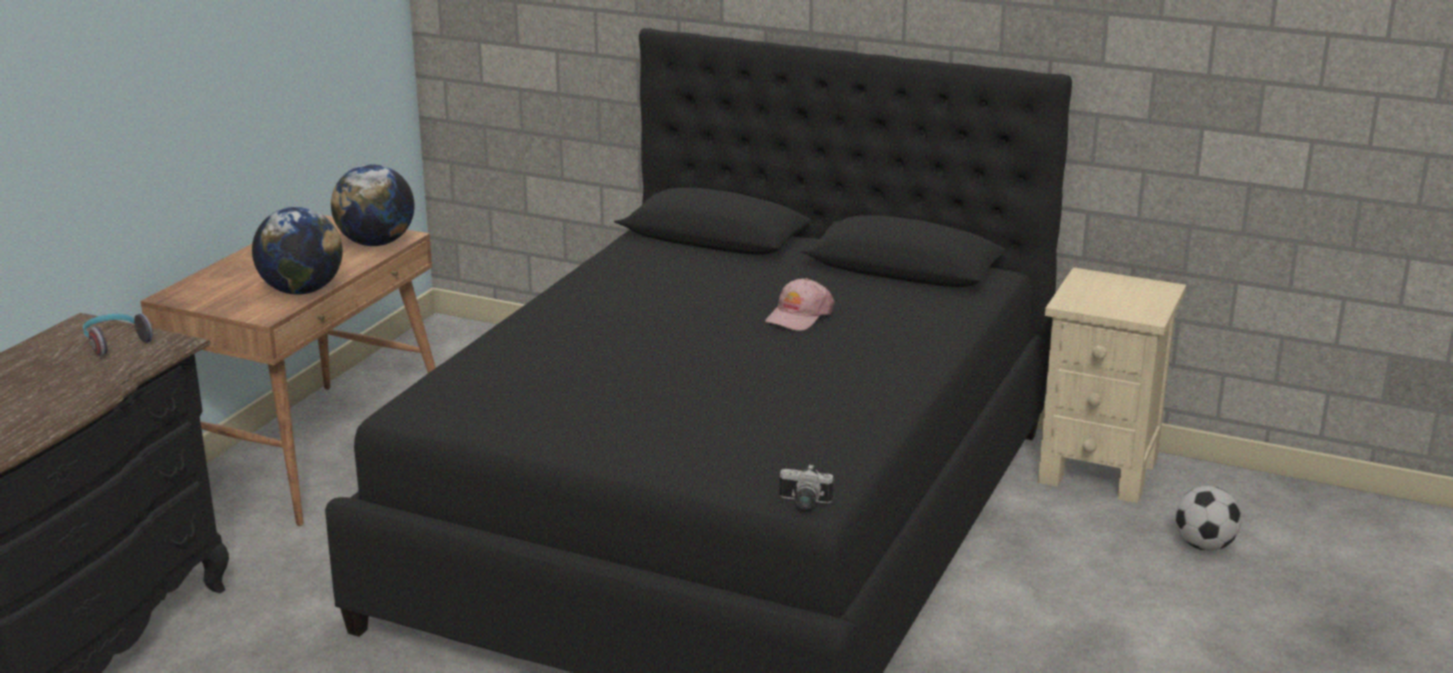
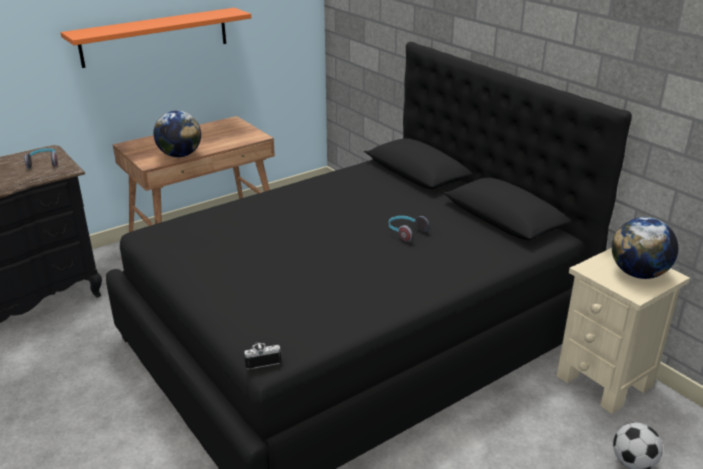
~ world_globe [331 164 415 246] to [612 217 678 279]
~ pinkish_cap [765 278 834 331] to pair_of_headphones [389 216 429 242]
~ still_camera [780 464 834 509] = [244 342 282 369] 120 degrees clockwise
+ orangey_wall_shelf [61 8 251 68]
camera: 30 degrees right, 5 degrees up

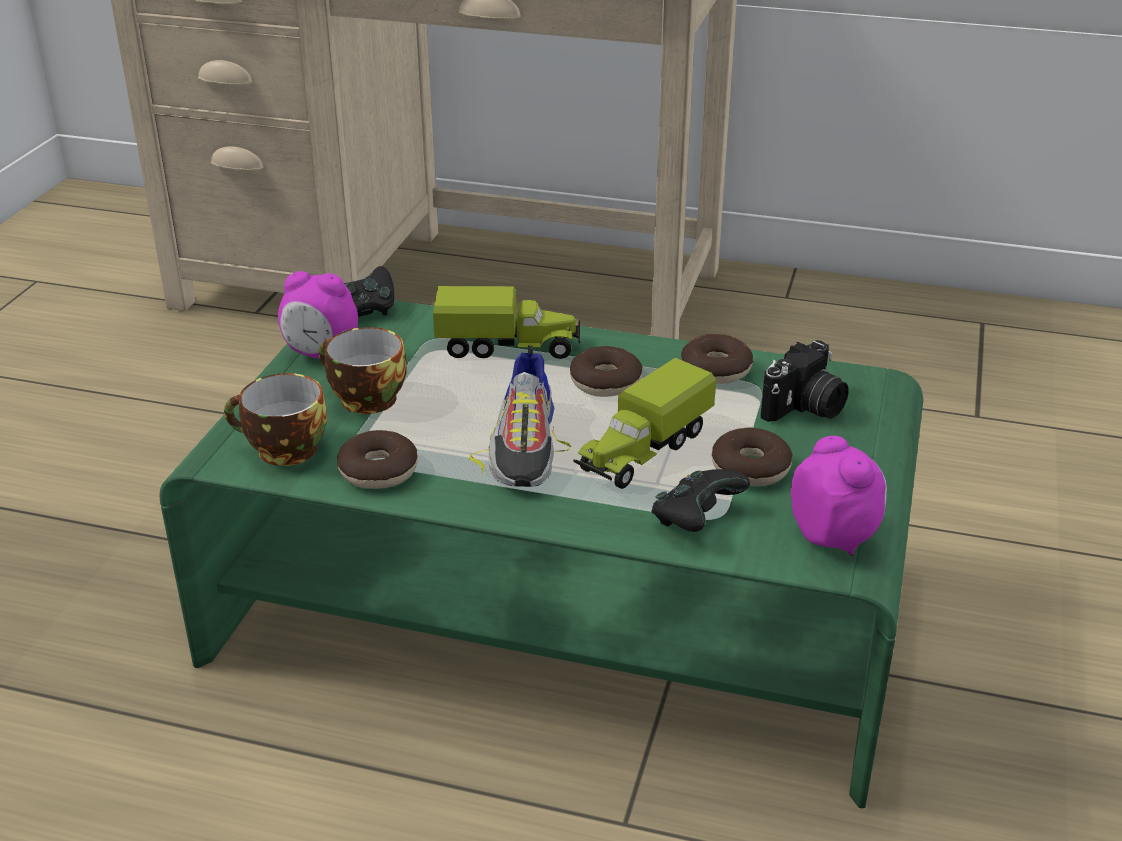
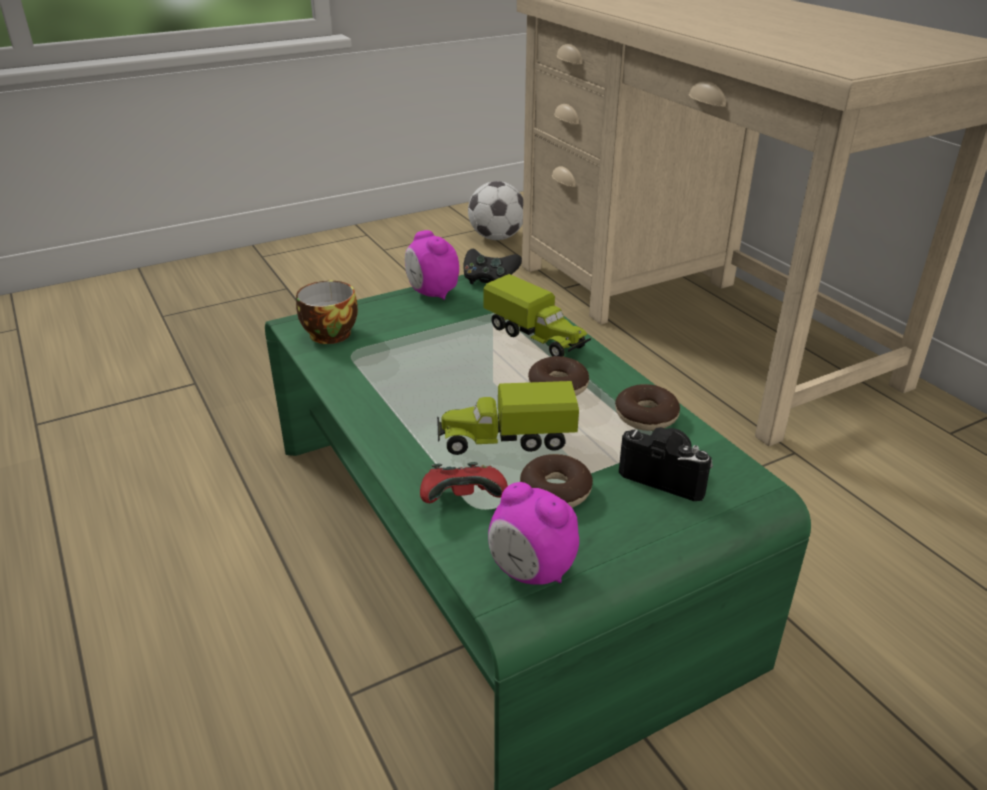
- cup [319 327 407 414]
~ still_camera [761 340 849 422] = [619 427 713 501] 150 degrees counterclockwise
- shoe [469 345 571 487]
- doughnut [337 430 418 489]
~ table_clock [791 436 887 556] = [488 482 579 585] 105 degrees clockwise
~ black-coloured_game_controller [652 469 750 532] to reddish_game_controller [420 462 508 503]
+ football_ball [468 181 523 240]
camera: 45 degrees right, 0 degrees up

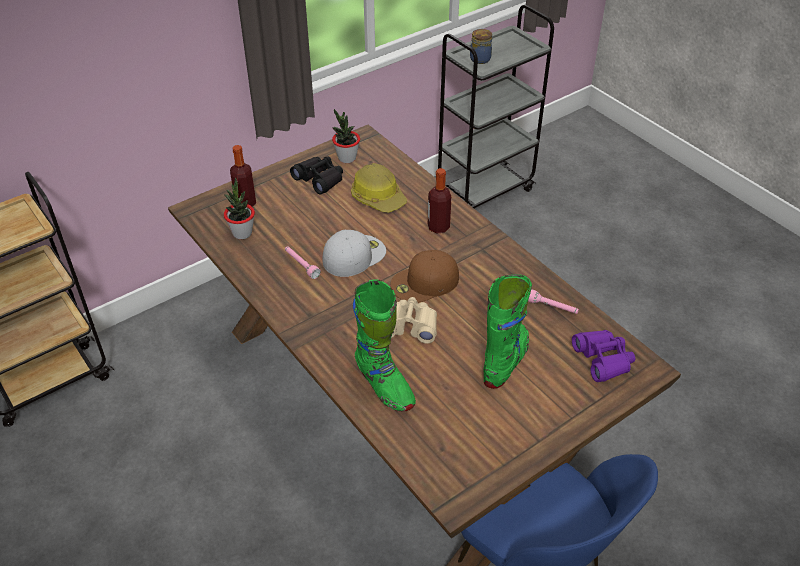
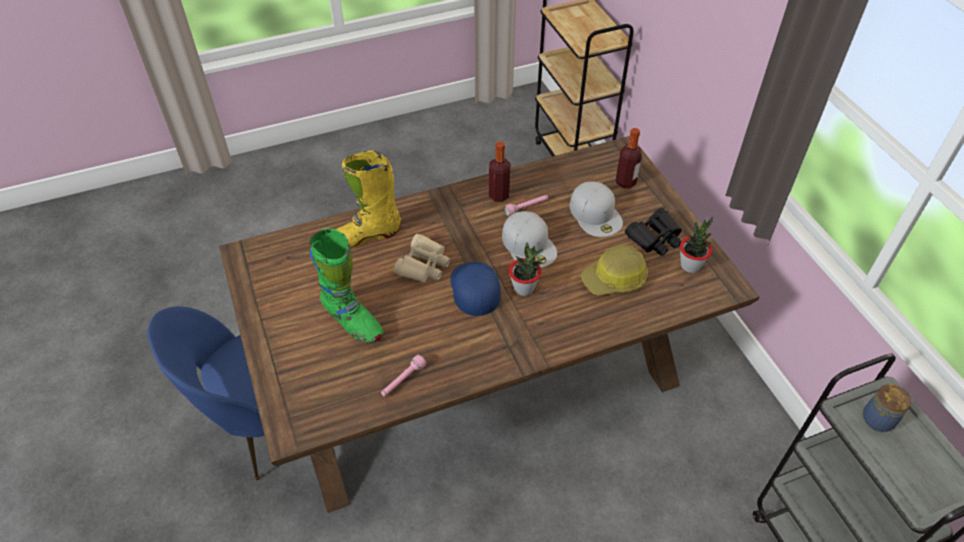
~ drink_bottle [428 168 452 234] to [489 141 510 202]
~ plant_in_a_pot [224 178 255 239] to [509 243 543 296]
~ brown_cap [391 250 459 302] to blue_cap [450 262 501 316]
~ green-coloured_tall_boot [353 280 416 411] to yellowish_tall_boot [336 151 401 248]
- purple-coloured_binoculars [572 330 635 382]
+ whitish_cap [570 182 623 237]
camera: 105 degrees right, 5 degrees up

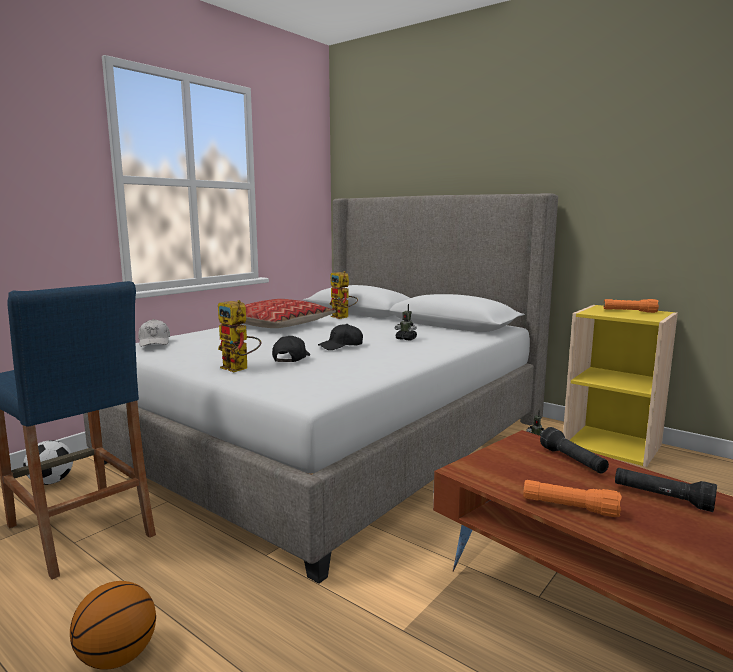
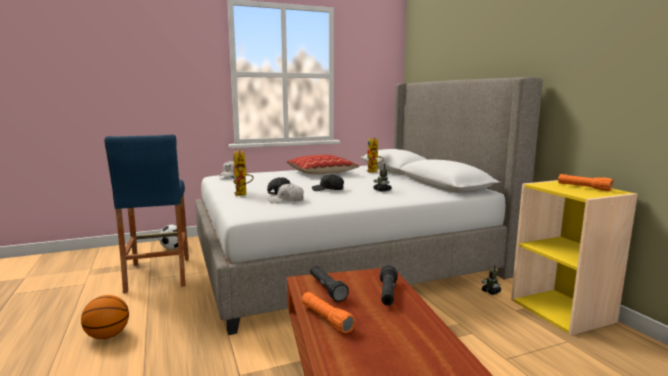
~ black-coloured_hand_torch [615 468 717 512] to [310 265 349 302]
+ whitish_cap [268 183 304 203]
camera: 30 degrees right, 0 degrees up

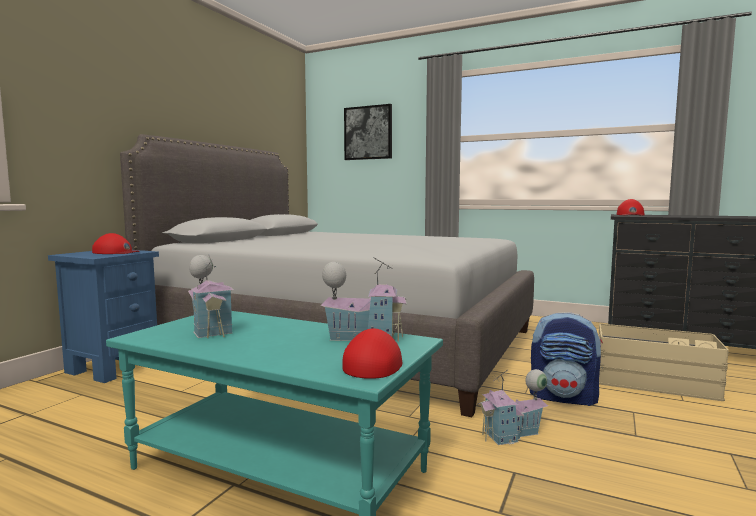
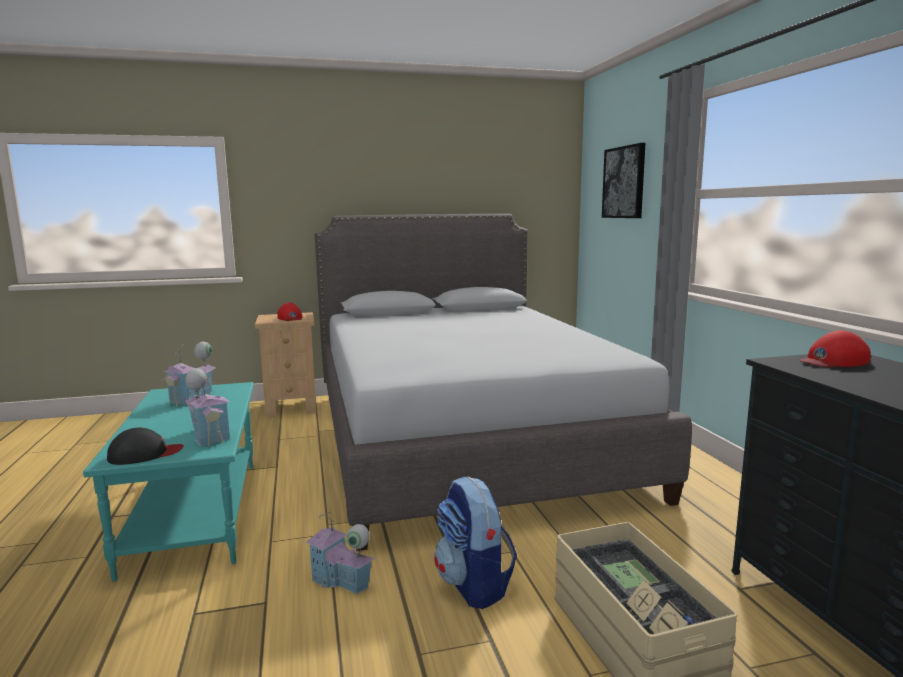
~ blue_night_table [48 250 159 383] to beige-coloured_night_table [255 312 316 418]
~ reddish_cap [342 328 402 379] to black-coloured_cap [107 428 184 465]
camera: 50 degrees right, 5 degrees up

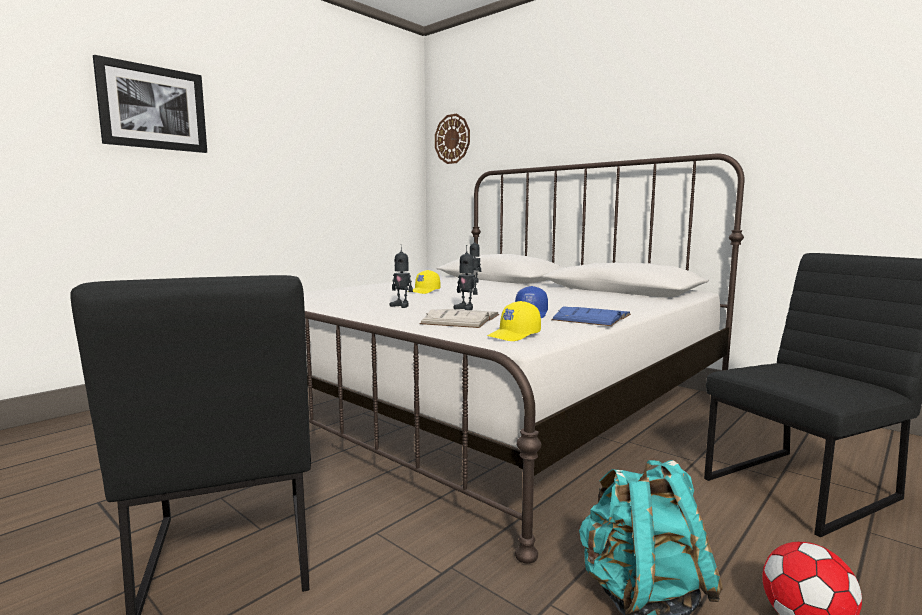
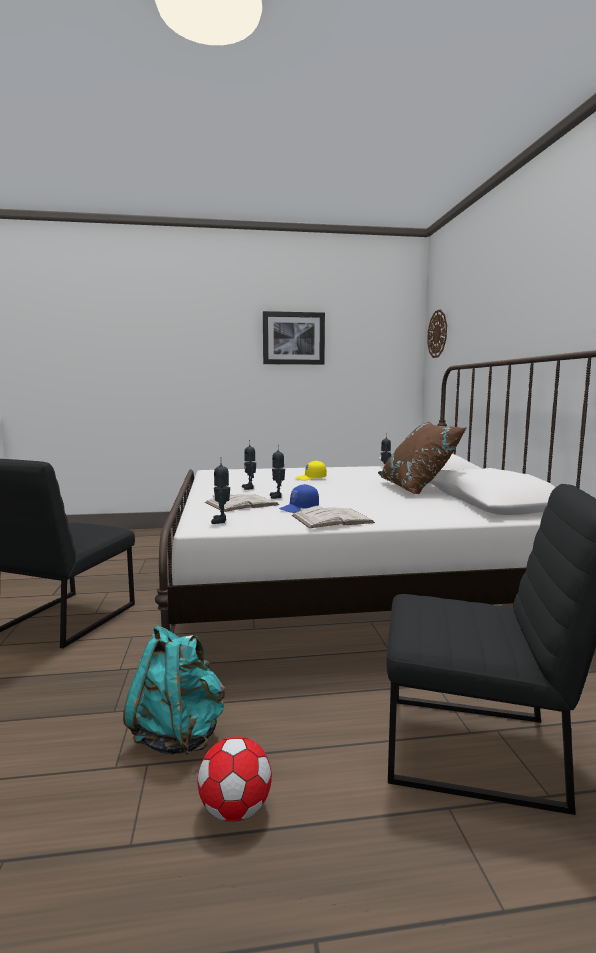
~ wall_picture [93 55 207 153] to [263 311 325 365]
~ yellowish_cap [487 301 541 341] to model_robot [211 457 230 524]
~ blue_bound_book [551 307 631 326] to whitish_bound_book [292 506 375 528]
+ brown_throw_pillow [381 422 466 494]
camera: 40 degrees right, 0 degrees up

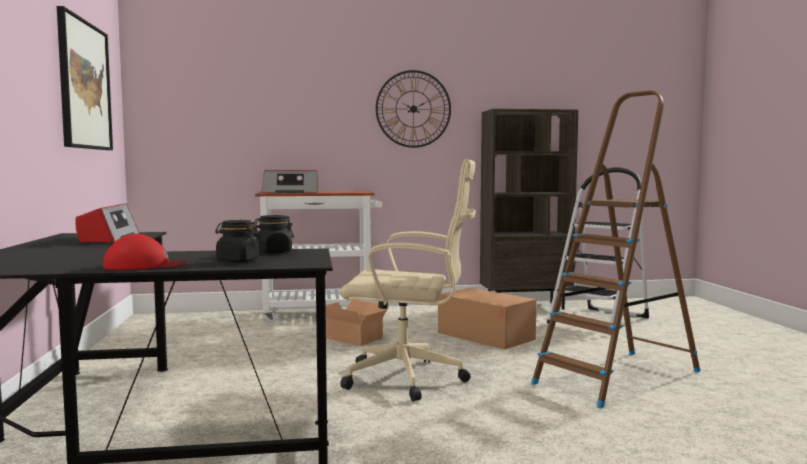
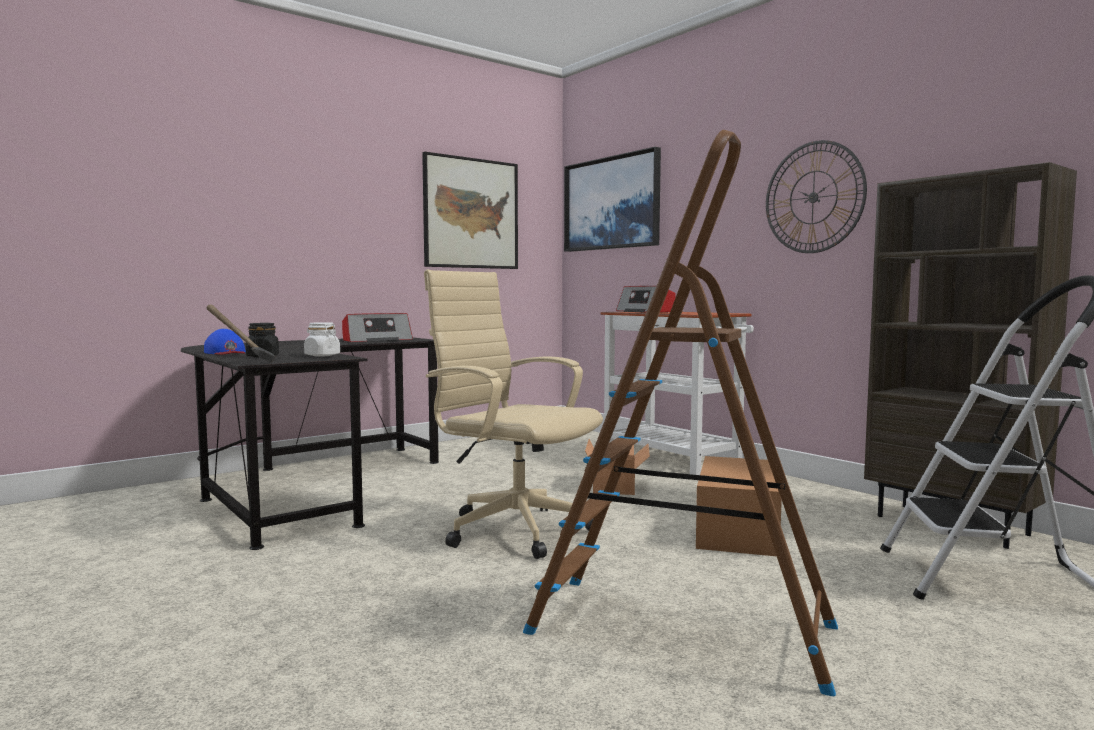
~ beige-coloured_office_chair [340 159 476 401] = [424 270 603 559] 150 degrees clockwise
~ black-coloured_storage_jar [254 215 294 254] to whitish_storage_jar [304 322 340 357]
~ reddish_cap [103 234 187 270] to blue_cap [204 329 246 355]
+ wall_picture [564 147 661 252]
+ tool_hammer [207 304 276 363]
camera: 60 degrees right, 0 degrees up

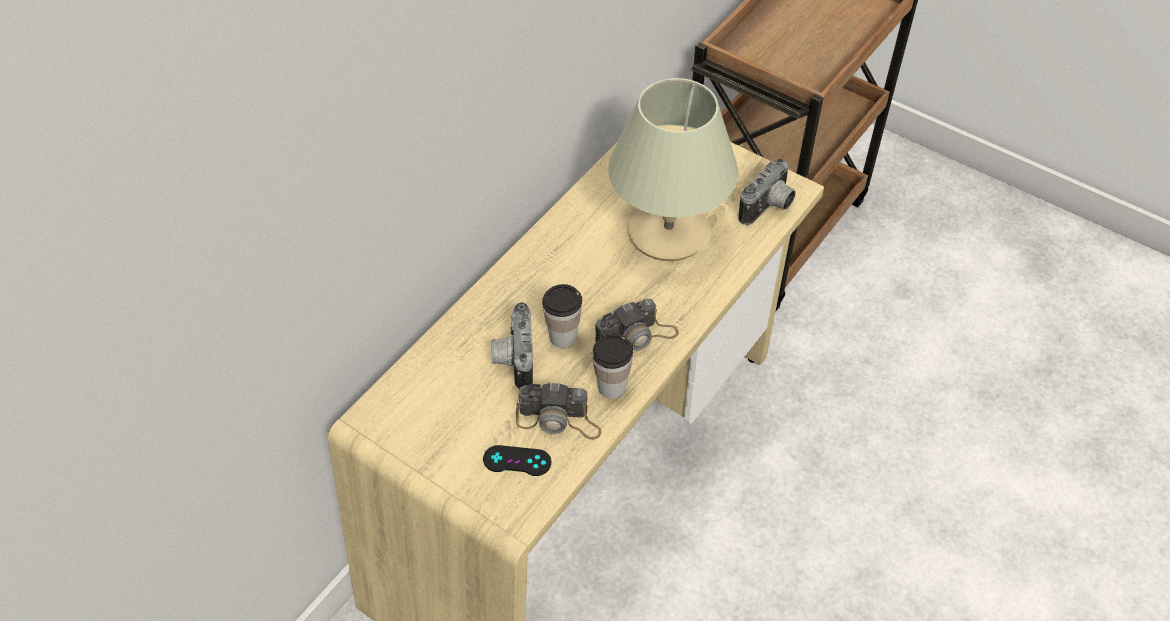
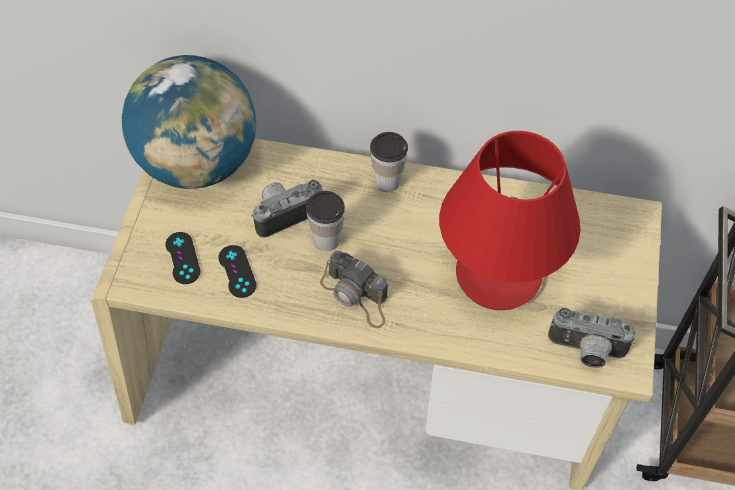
~ beige-coloured_lamp_for_a_table [608 78 738 261] to reddish_lamp_for_a_table [439 131 581 310]
~ cup [593 334 633 399] to [370 132 408 192]
~ still_camera [516 382 602 440] to black-coloured_game_controller [218 245 256 298]
+ world_globe [122 55 256 189]
camera: 65 degrees right, 5 degrees up

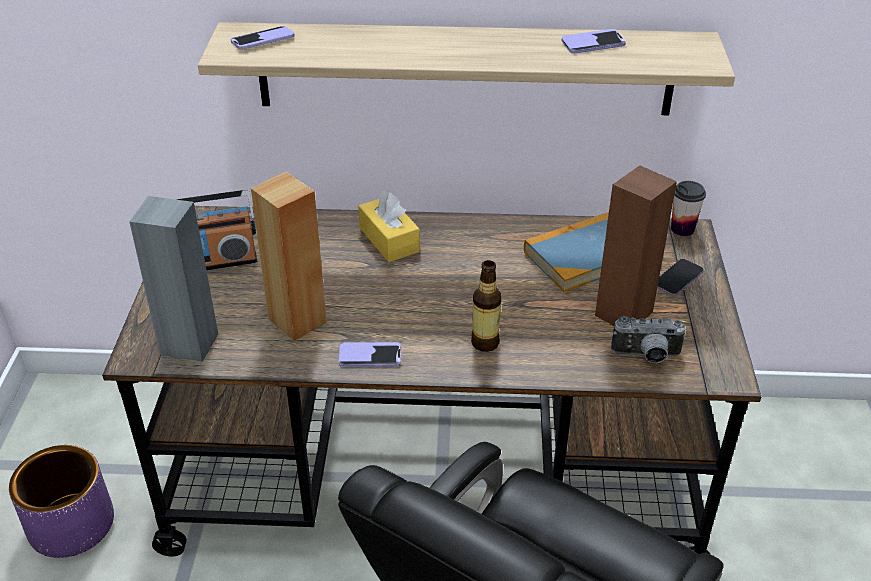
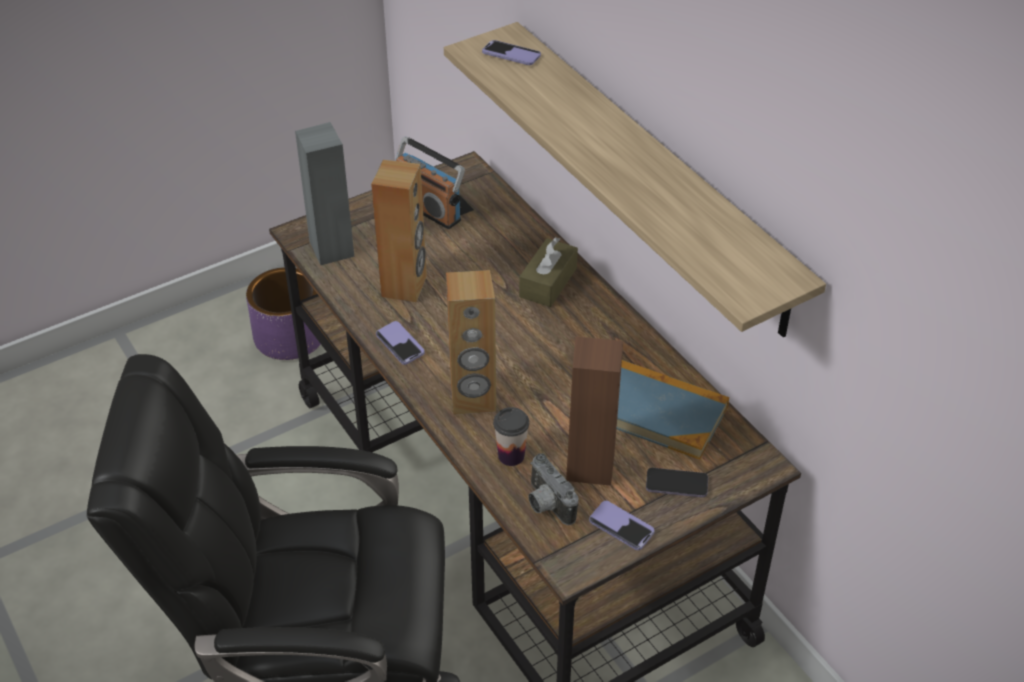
~ telephone [562 29 626 53] to [589 501 655 550]
~ cup [671 181 706 236] to [493 407 529 466]
~ yellowish_box_of_tissues [358 191 420 262] to brown_box_of_tissues [519 237 578 307]
~ drink_bottle [471 260 502 352] to brown_audio_speaker [446 270 496 415]
camera: 55 degrees right, 5 degrees up

